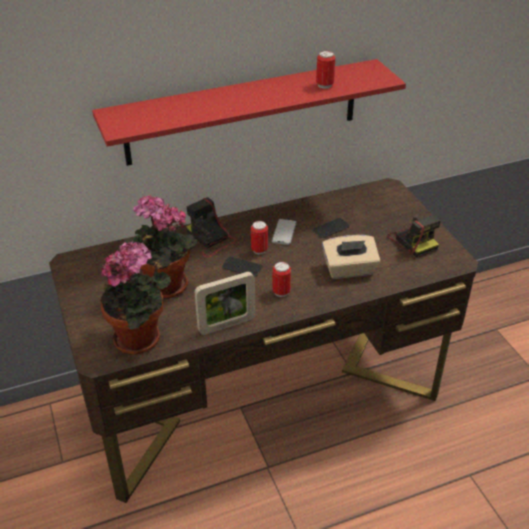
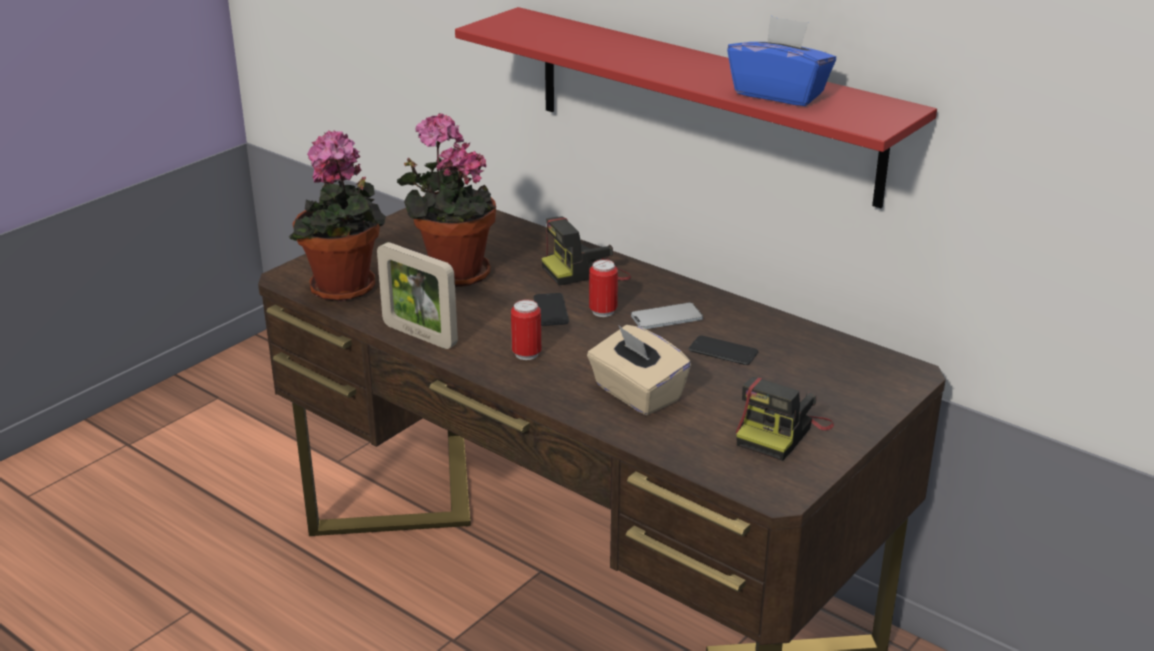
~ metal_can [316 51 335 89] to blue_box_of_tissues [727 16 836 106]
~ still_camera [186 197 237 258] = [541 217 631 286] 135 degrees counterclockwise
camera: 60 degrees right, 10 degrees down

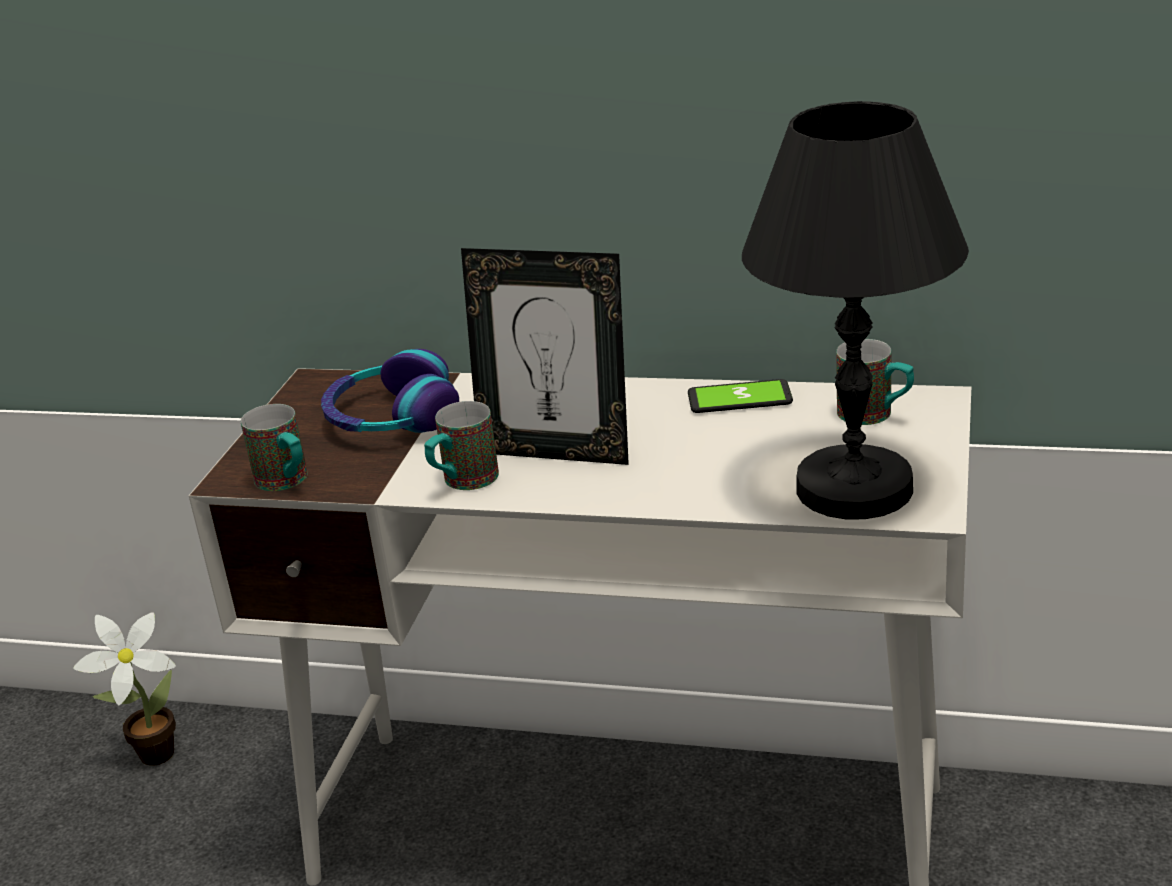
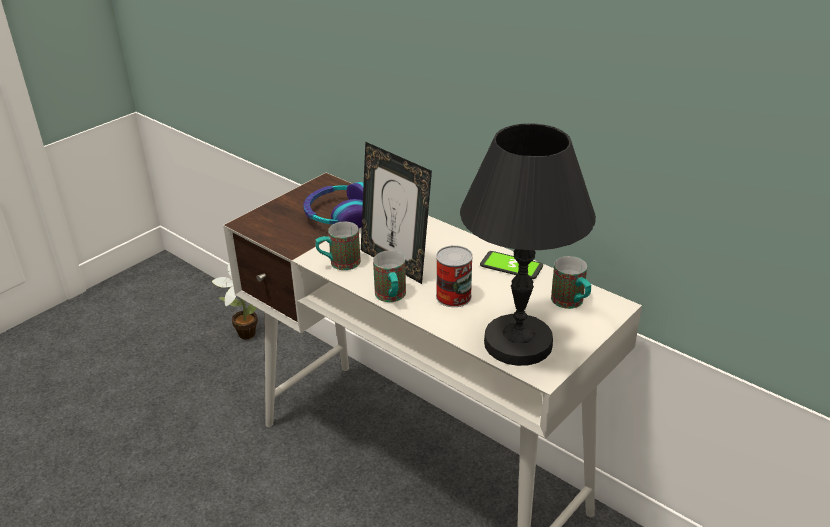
~ tea_mug [241 404 308 491] to [373 251 406 302]
+ metal_can [436 245 473 307]
camera: 25 degrees right, 5 degrees up

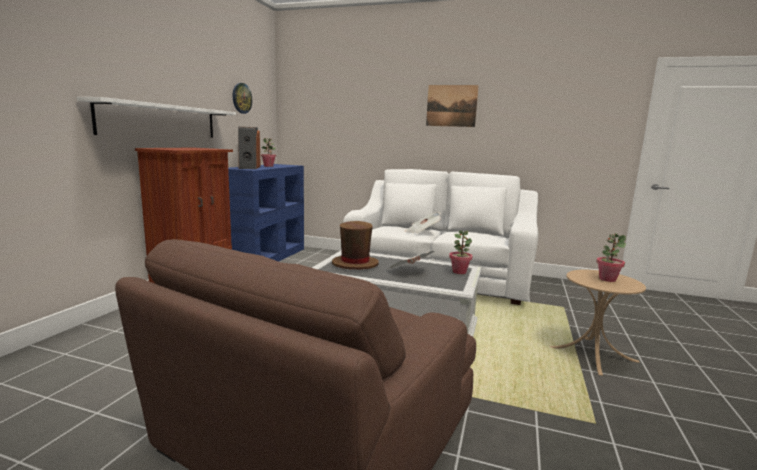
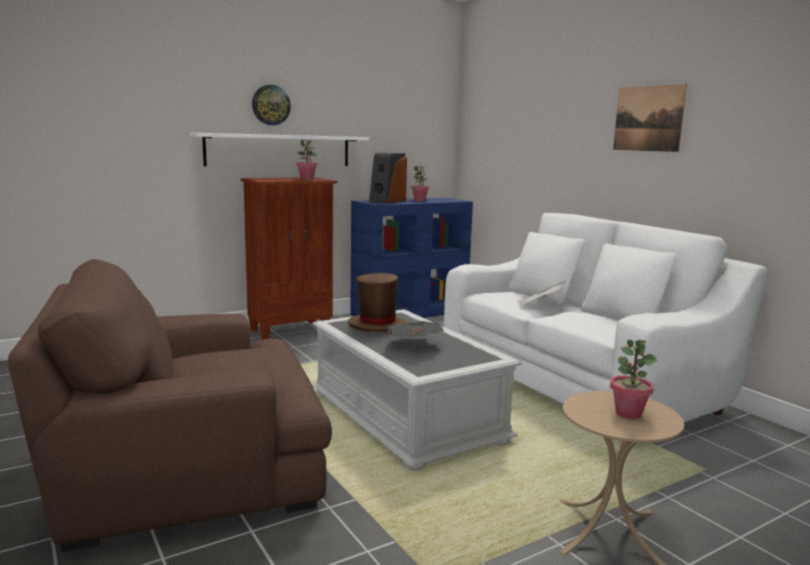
~ wall_clock [233 83 252 114] to [252 85 291 125]
~ plant_in_a_pot [449 230 473 274] to [296 139 318 180]
camera: 40 degrees right, 0 degrees up

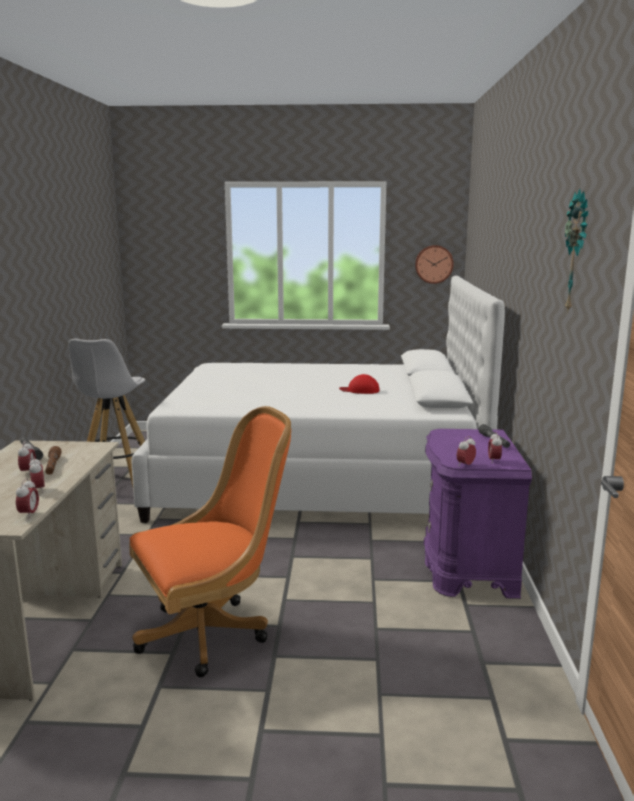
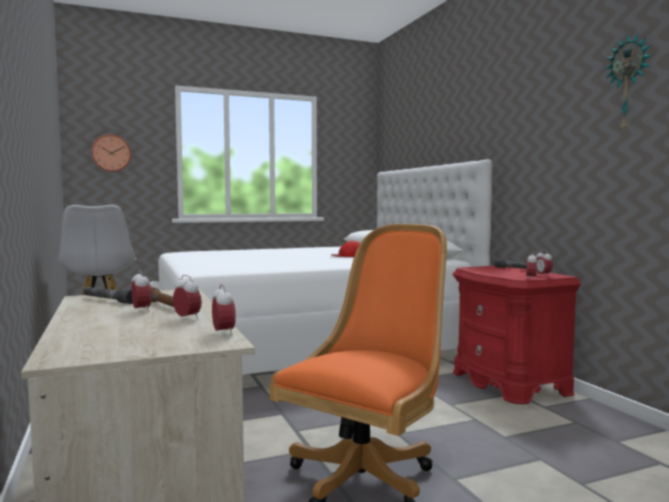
~ wall_clock [415 245 454 284] to [91 134 131 172]
~ purple-coloured_night_table [424 429 532 599] to reddish_night_table [452 266 581 404]
camera: 25 degrees left, 10 degrees down

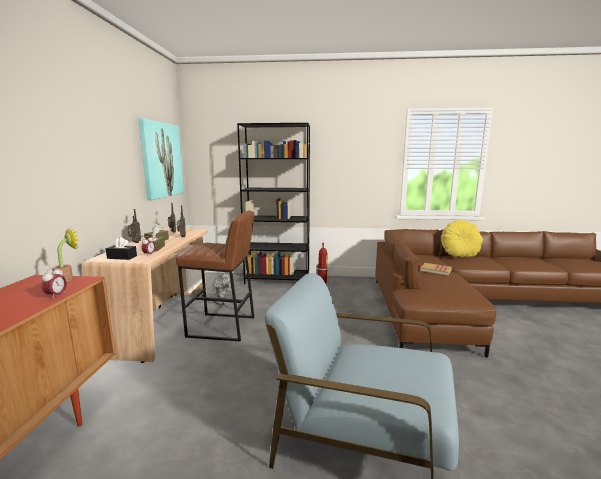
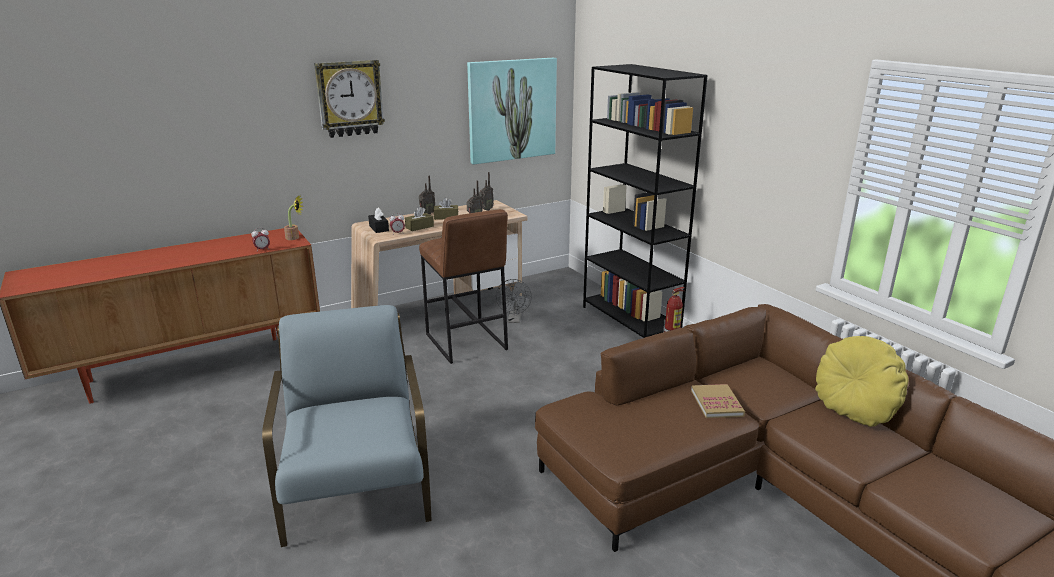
+ wall_clock [314 60 385 138]
camera: 55 degrees right, 10 degrees up

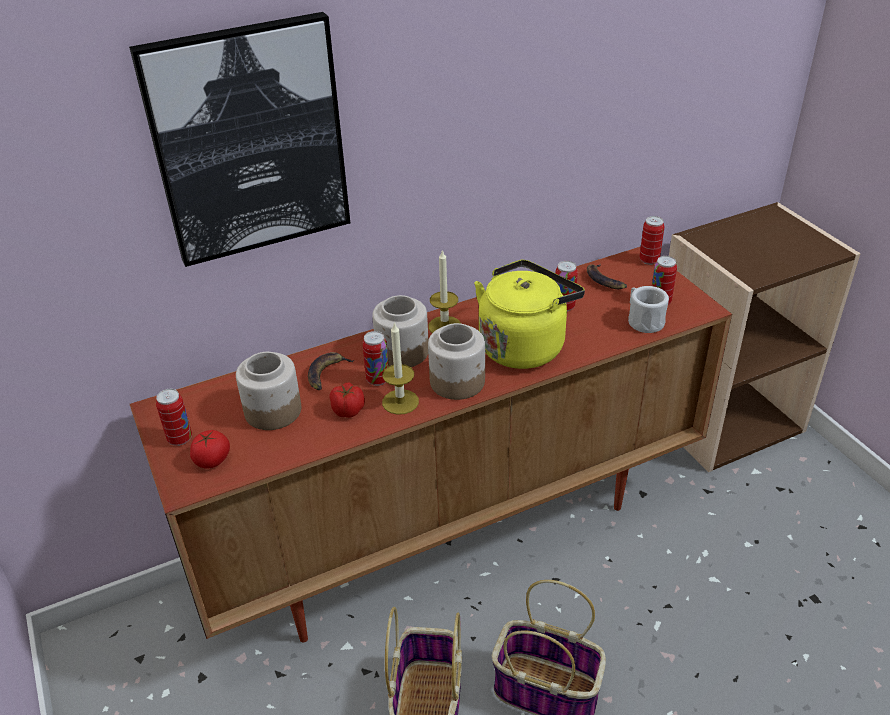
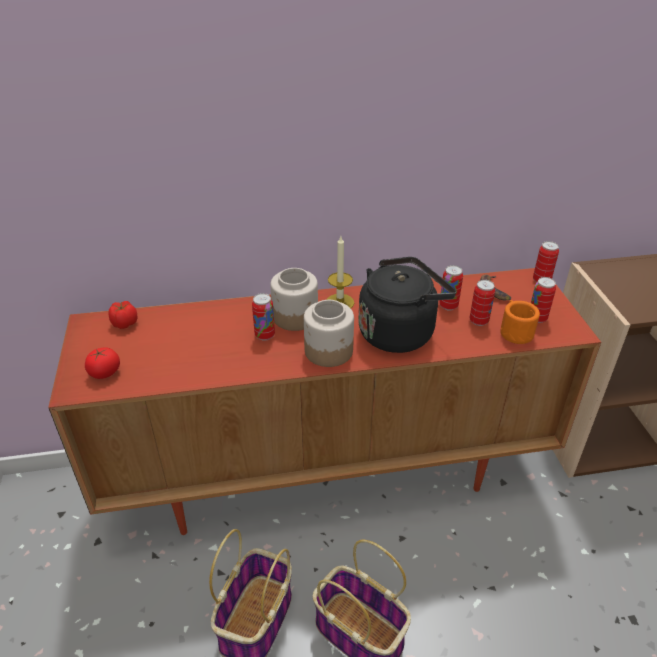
- wall_picture [129 12 350 267]
~ yellowish_tea_kettle [474 260 585 369] to black-coloured_tea_kettle [358 257 456 353]
~ whitish_tea_mug [628 286 669 333] to orangey_tea_mug [500 300 540 344]
- wax_candle [382 322 419 415]
- storage_jar [236 352 301 430]
- whole_banana [308 352 355 390]
~ tomato [330 382 365 418] to [108 301 138 329]
~ metal_can [156 389 192 446] to [470 280 495 326]
camera: 15 degrees right, 0 degrees up

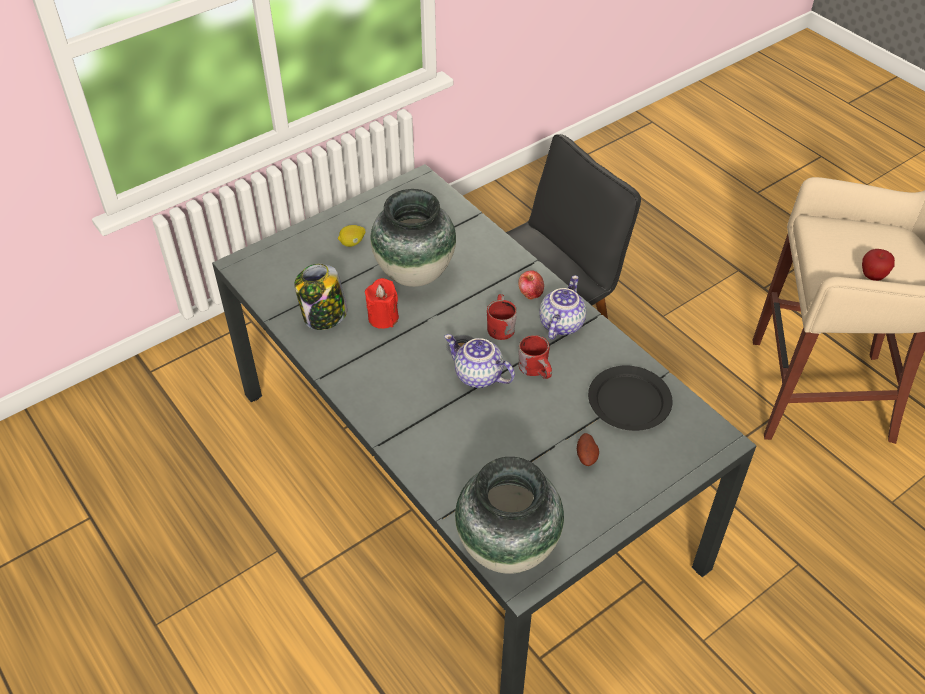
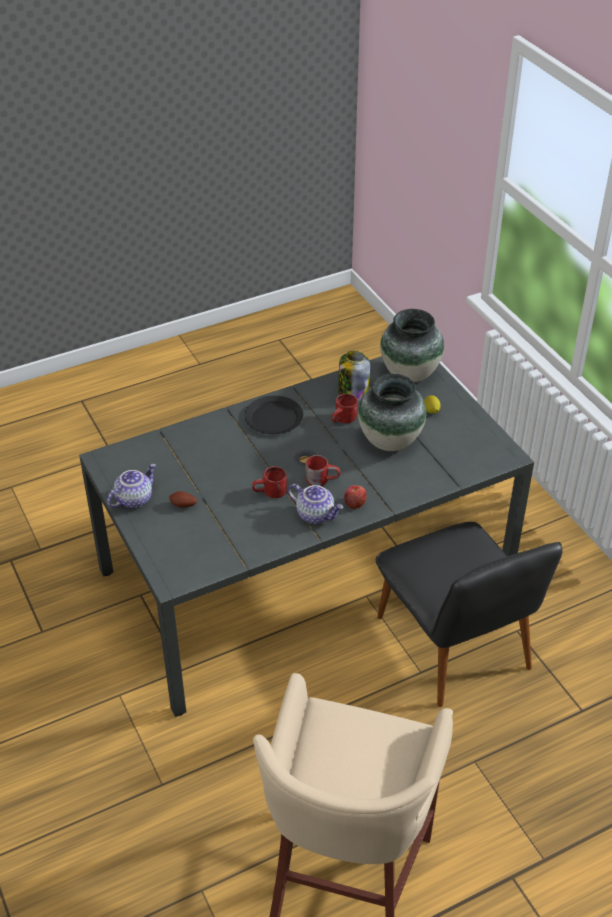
- whole_apple [862 249 895 281]
~ reddish_wax_candle [365 278 399 329] to reddish_tea_mug [331 394 358 423]
~ tea_pot [444 334 515 388] to [107 464 156 508]
~ black-coloured_plate [588 365 673 431] to [244 396 303 434]
~ vase [455 457 564 574] to [380 309 444 382]
camera: 100 degrees right, 5 degrees down

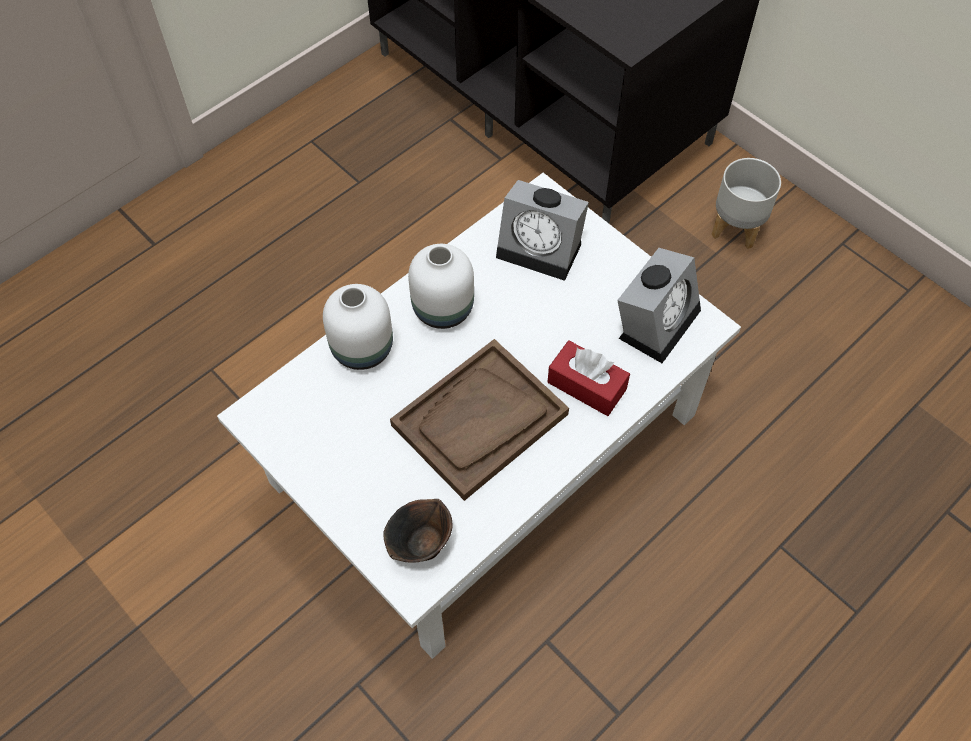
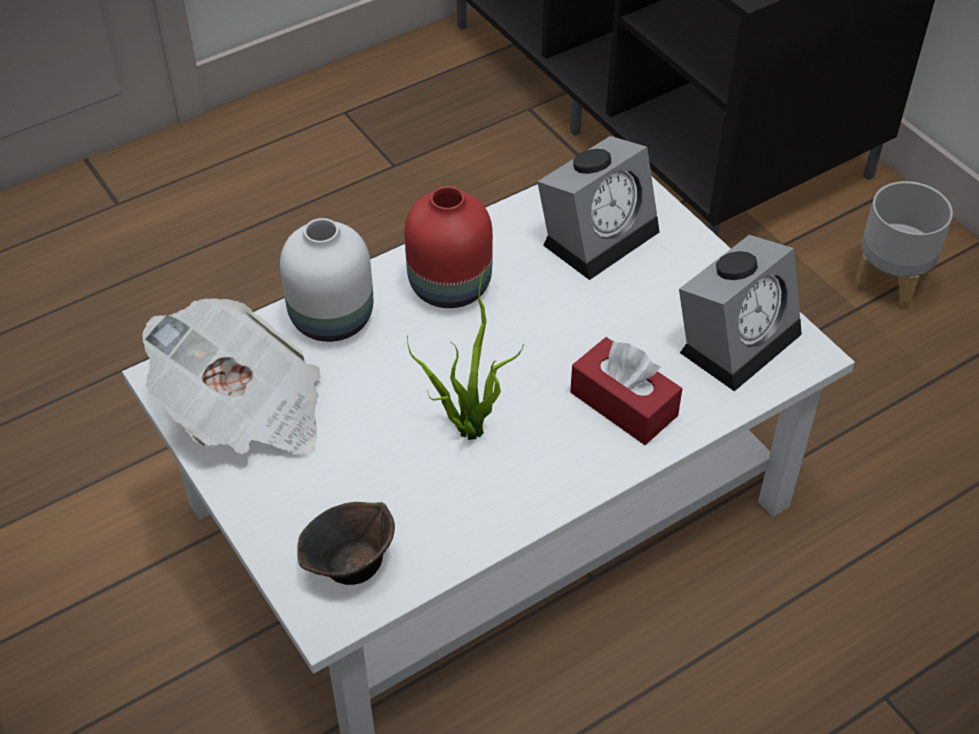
~ table_clock [496 180 589 281] = [537 136 660 280] 75 degrees counterclockwise
~ whitish_vase [408 244 474 329] to reddish_vase [404 186 493 308]
~ brown_carrying_tray [390 339 569 501] to plant_in_a_pot [407 265 524 440]
+ newspaper [142 298 321 455]
camera: 10 degrees right, 10 degrees down

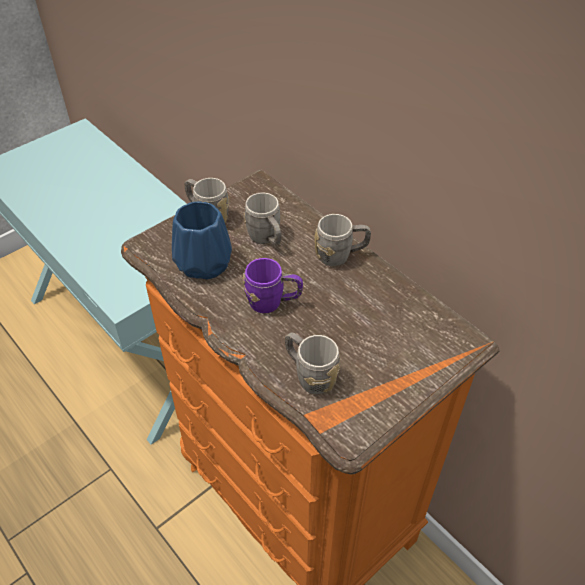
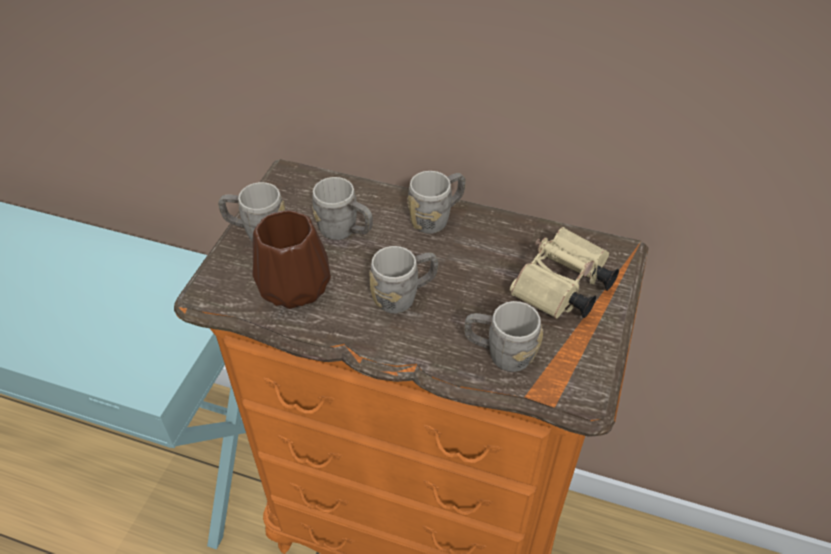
~ blue_vase [172 201 232 279] to brown_vase [252 210 331 309]
~ purple-coloured_tea_mug [243 258 303 313] to gray_tea_mug [369 246 439 313]
+ beige-coloured_binoculars [510 227 619 319]
camera: 30 degrees left, 0 degrees up

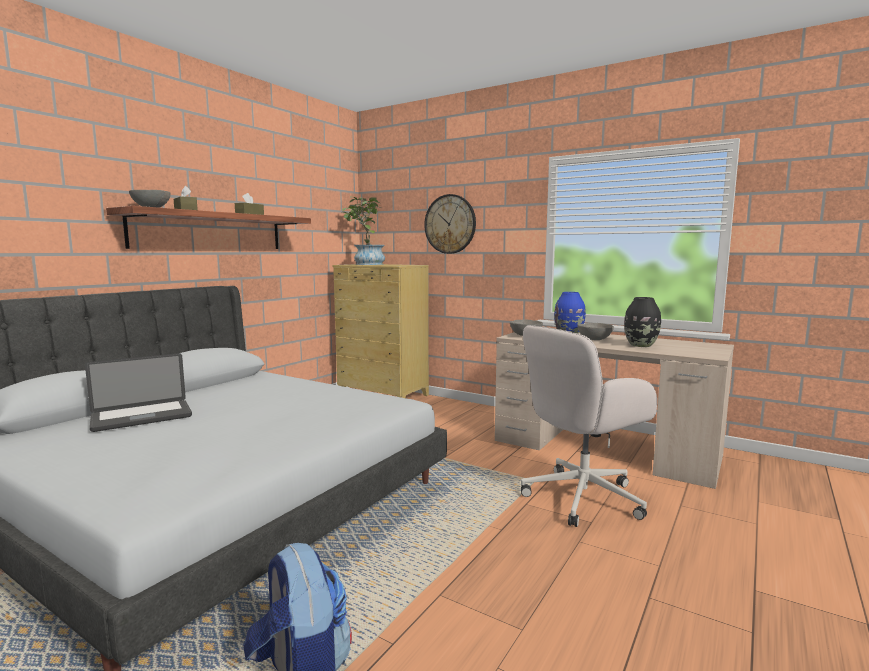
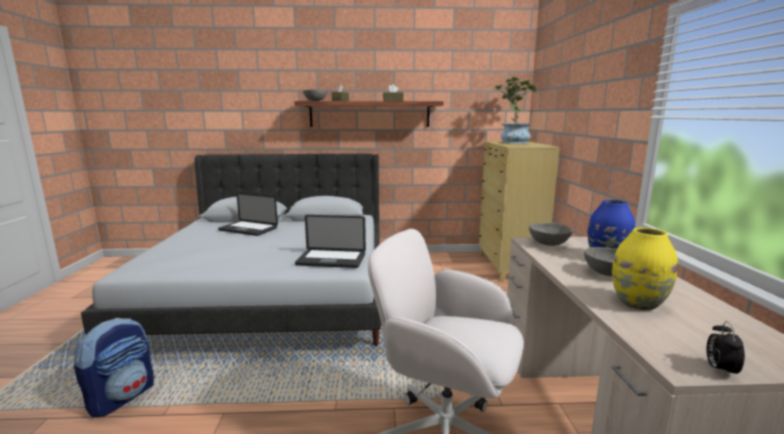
- wall_clock [424 194 476 254]
~ black-coloured_vase [624 297 661 347] to yellowish_vase [612 227 678 310]
+ notebook_computer [295 215 366 268]
+ table_clock [706 321 745 377]
camera: 55 degrees right, 5 degrees up

